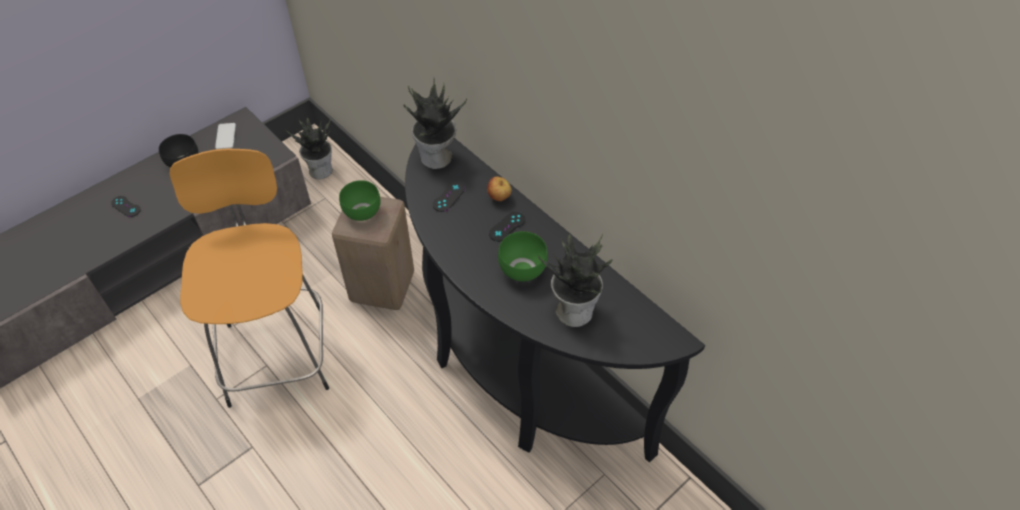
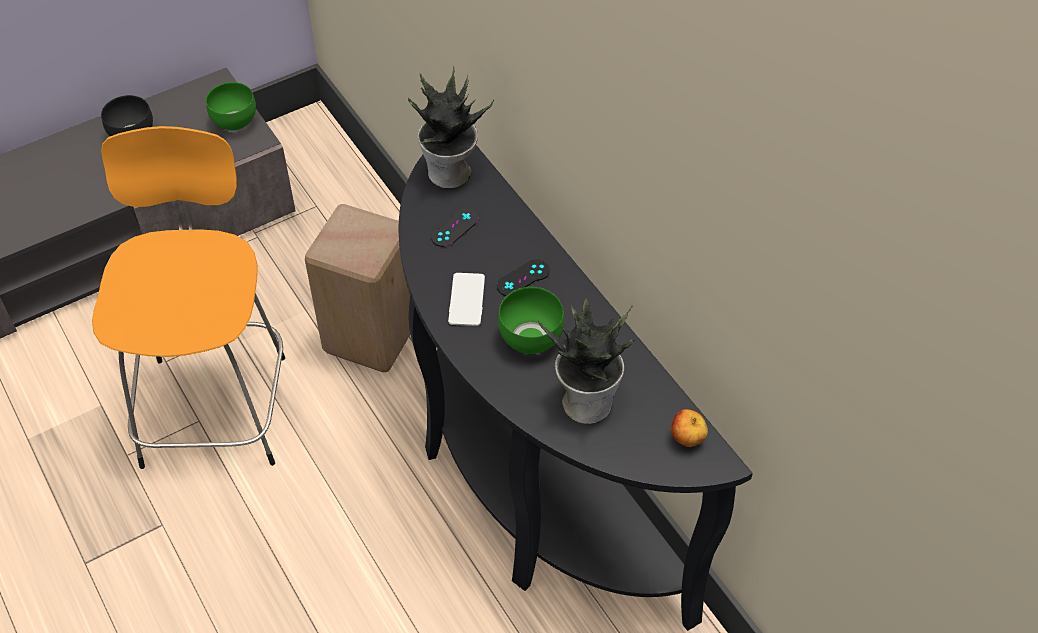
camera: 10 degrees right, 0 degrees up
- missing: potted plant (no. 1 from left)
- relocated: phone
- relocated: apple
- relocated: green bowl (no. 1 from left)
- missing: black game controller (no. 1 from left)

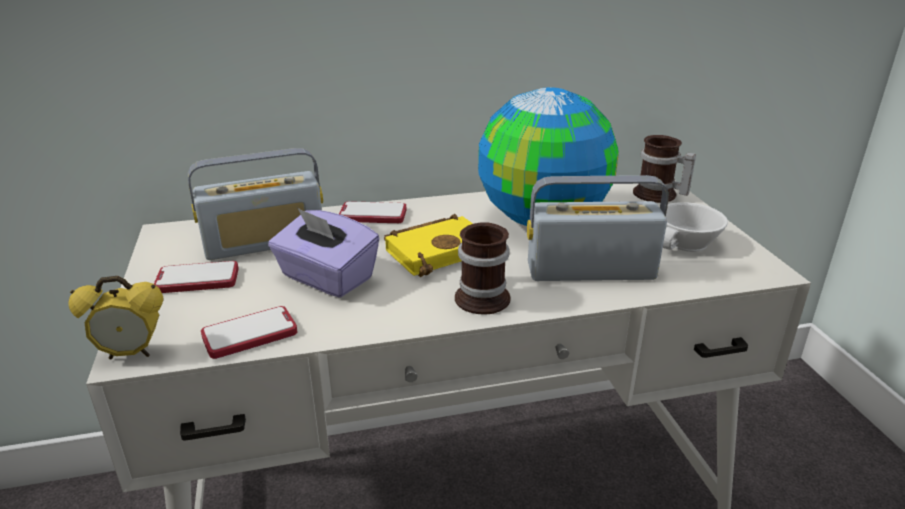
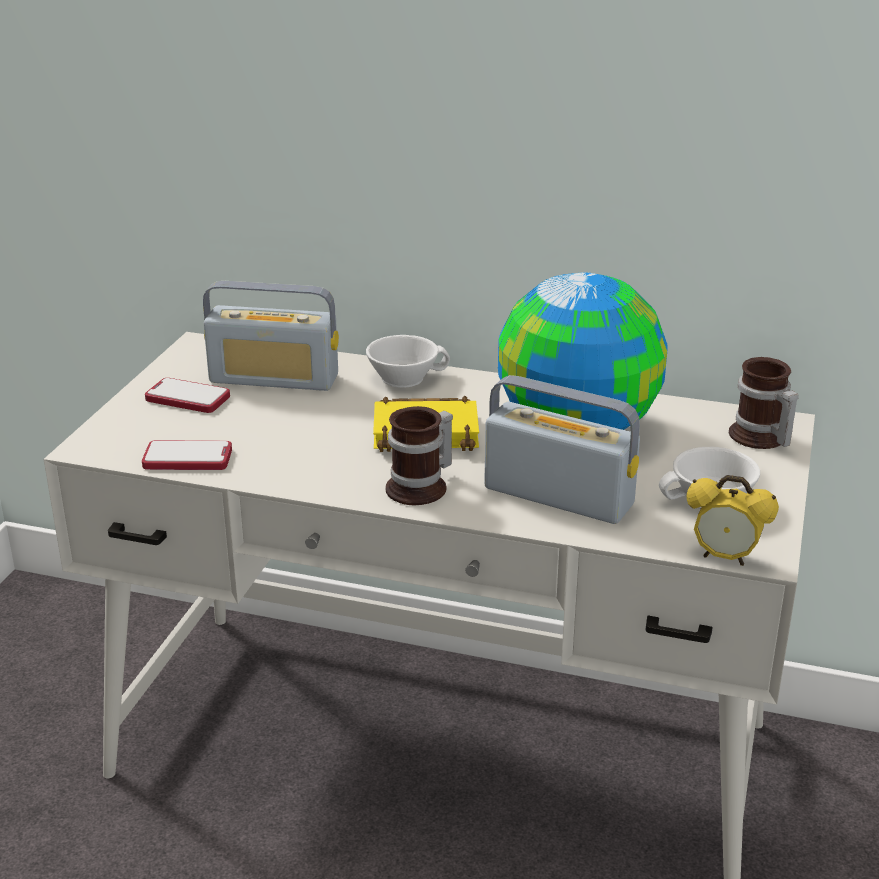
camera: 30 degrees right, 0 degrees up
- exchanged: phone (no. 3 from left) to white cup (no. 1 from left)
- missing: purple tissue box
- relocated: alarm clock

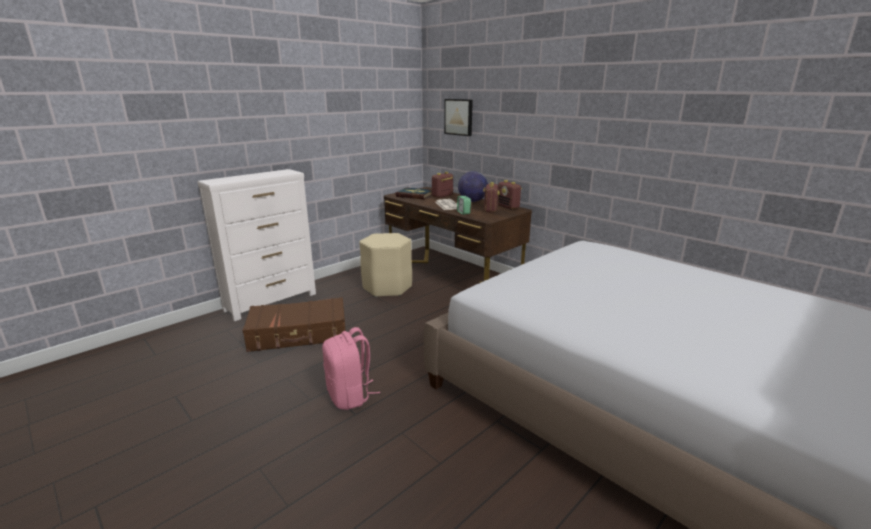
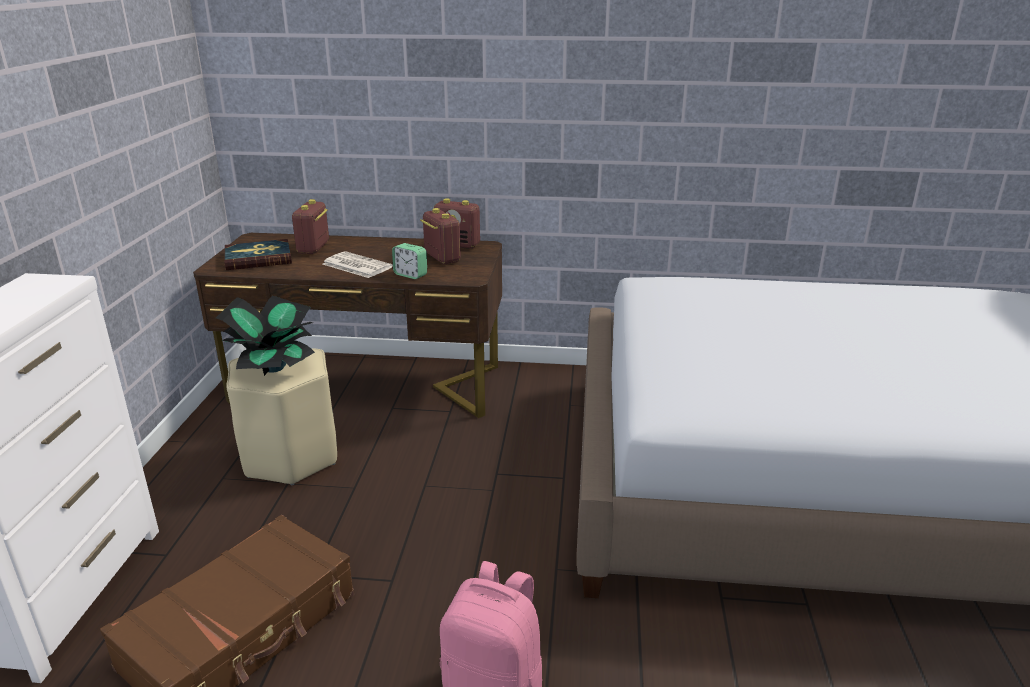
camera: 40 degrees left, 5 degrees up
- missing: picture
- missing: globe
- appeared: potted plant

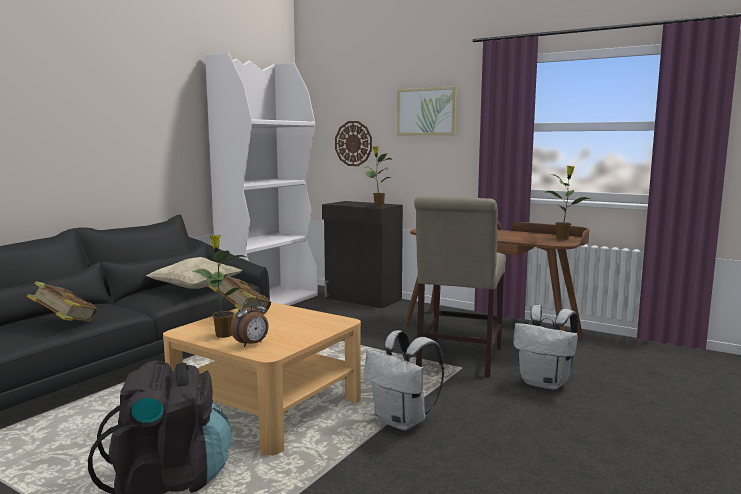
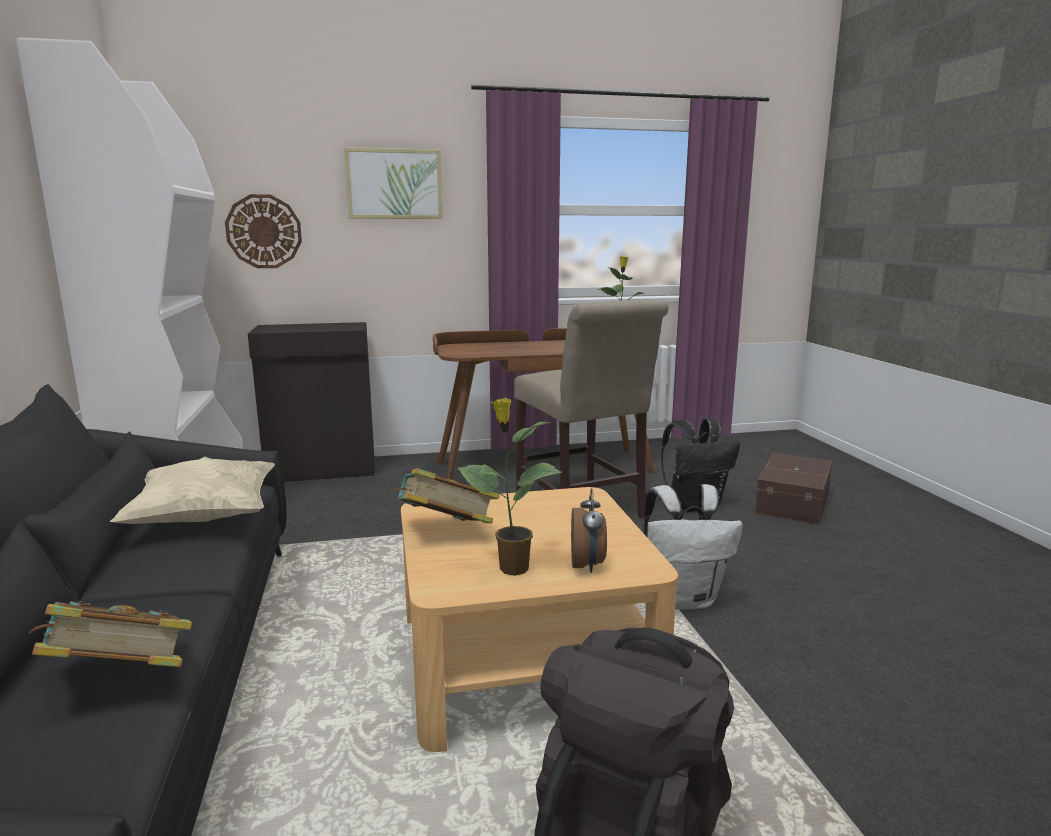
camera: 45 degrees left, 5 degrees up
- missing: potted plant (no. 2 from left)
- colour: white backpack (no. 2 from left) to black backpack (no. 2 from left)
- appeared: brown storage box

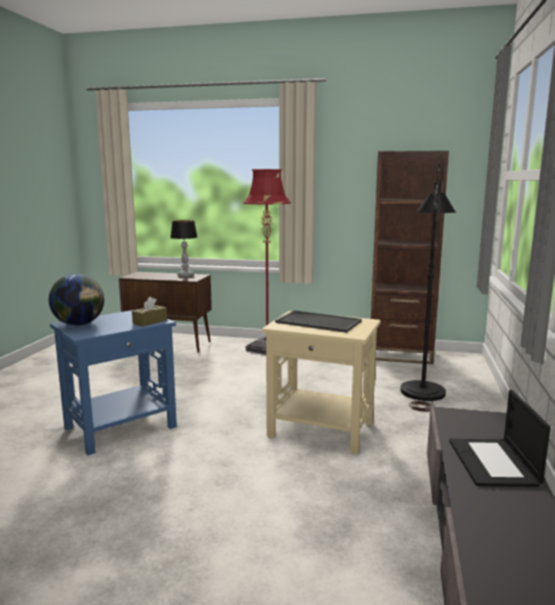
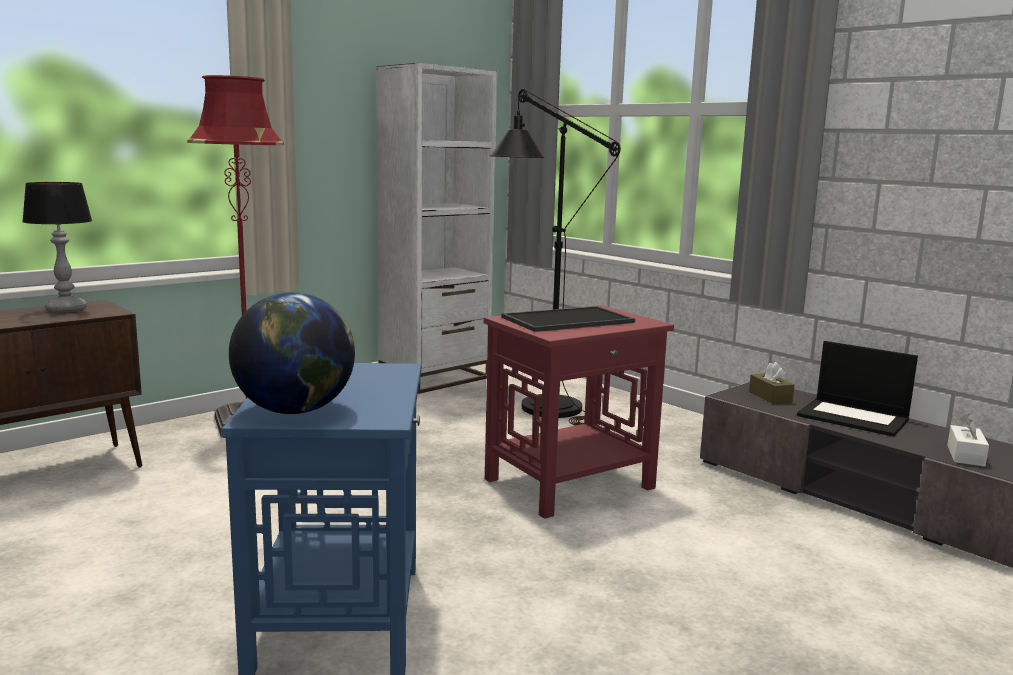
camera: 55 degrees left, 0 degrees up
- colour: brown bookcase to white bookcase
- relocated: brown tissue box
- colour: beige side table to red side table
- appeared: white tissue box

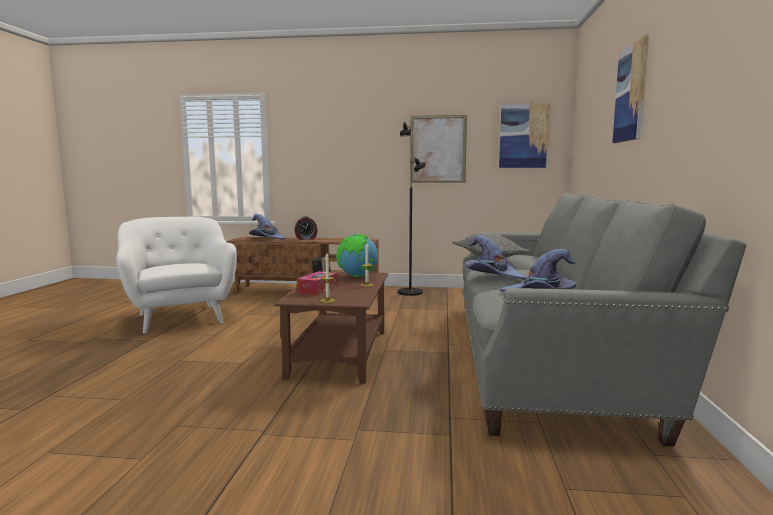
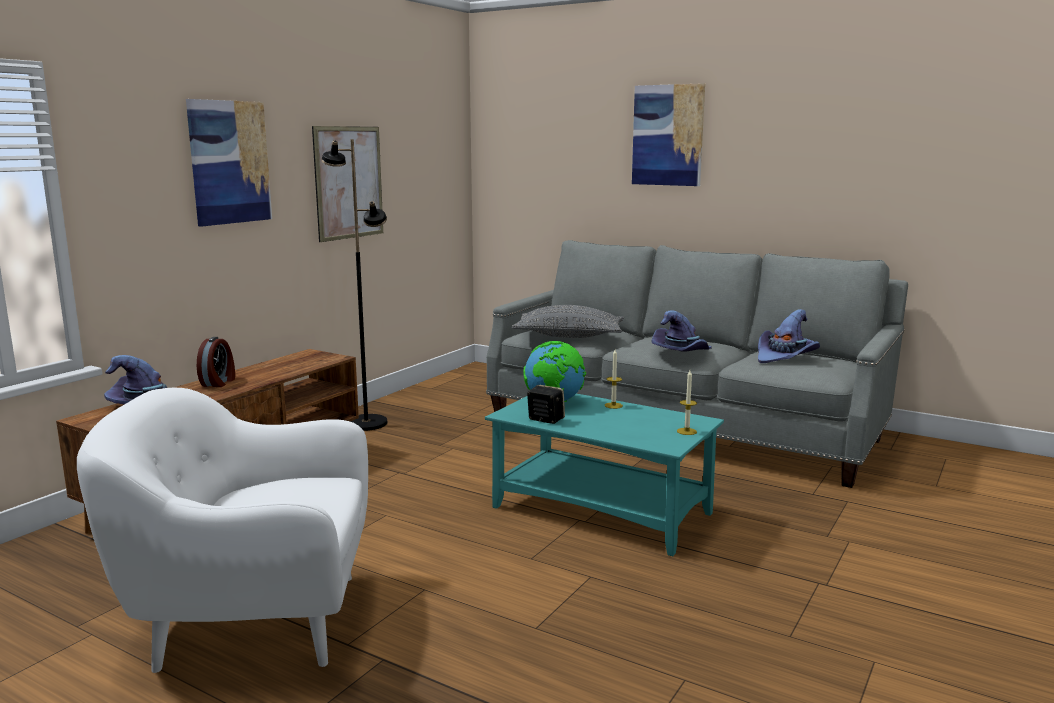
camera: 65 degrees left, 5 degrees up
- relocated: picture (no. 2 from left in the first image) to picture (no. 1 from left)
- missing: tissue box
- colour: brown coffee table to turquoise coffee table

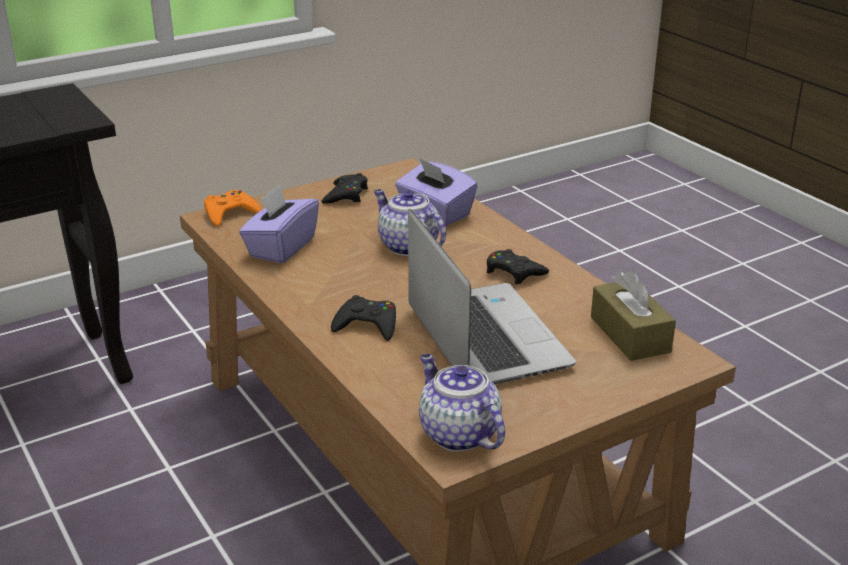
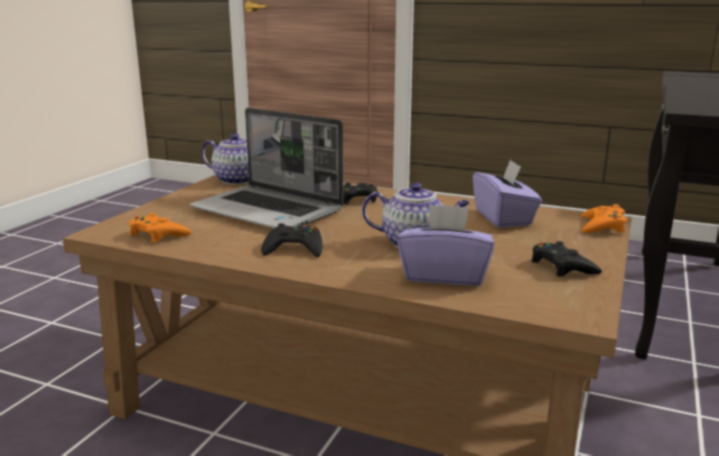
camera: 145 degrees right, 10 degrees down
- exchanged: brown tissue box to orange game controller (no. 1 from left)

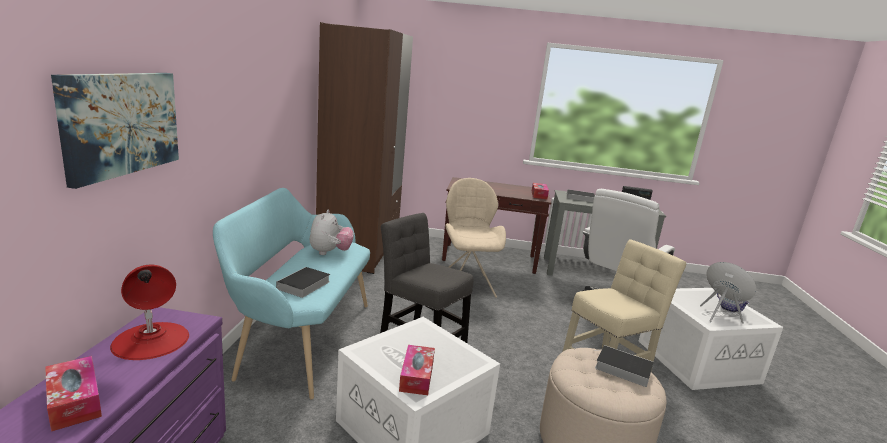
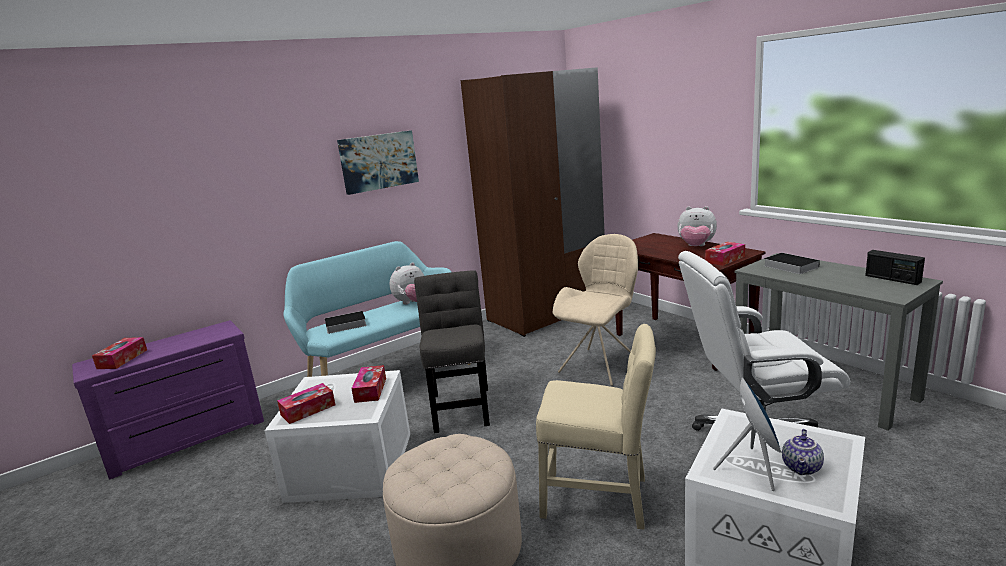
camera: 50 degrees right, 0 degrees up
- relocated: picture
- missing: red table lamp
- missing: book (no. 3 from left)
- appeared: plush toy (no. 2 from left)
- appeared: tissue box (no. 3 from left)

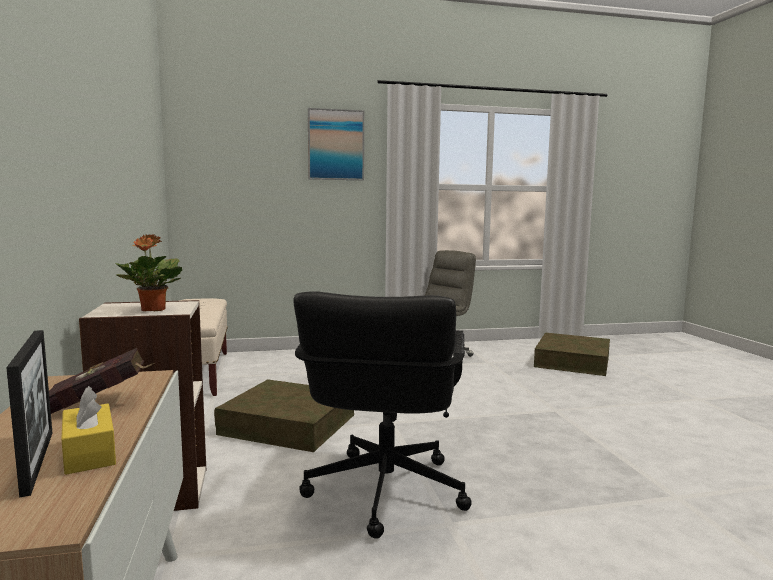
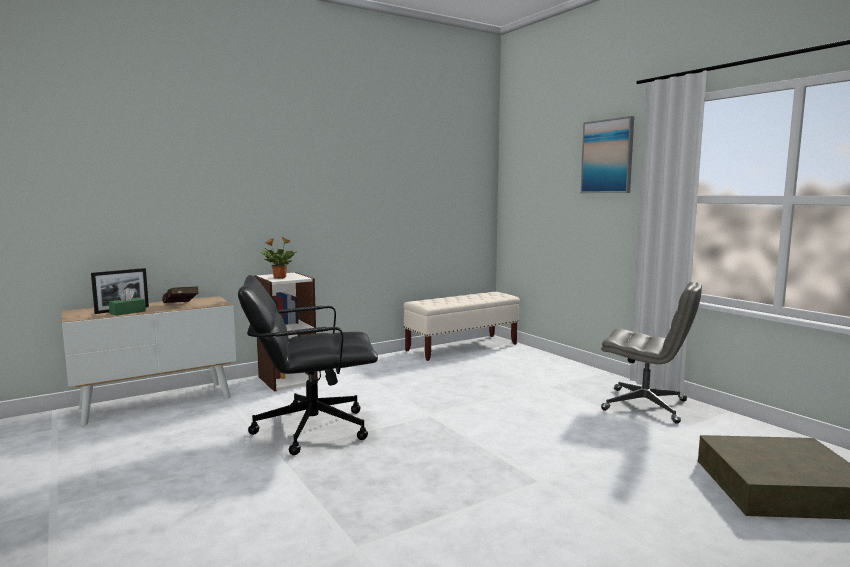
camera: 70 degrees right, 0 degrees up
- missing: brown storage box (no. 1 from left)
- colour: yellow tissue box to green tissue box

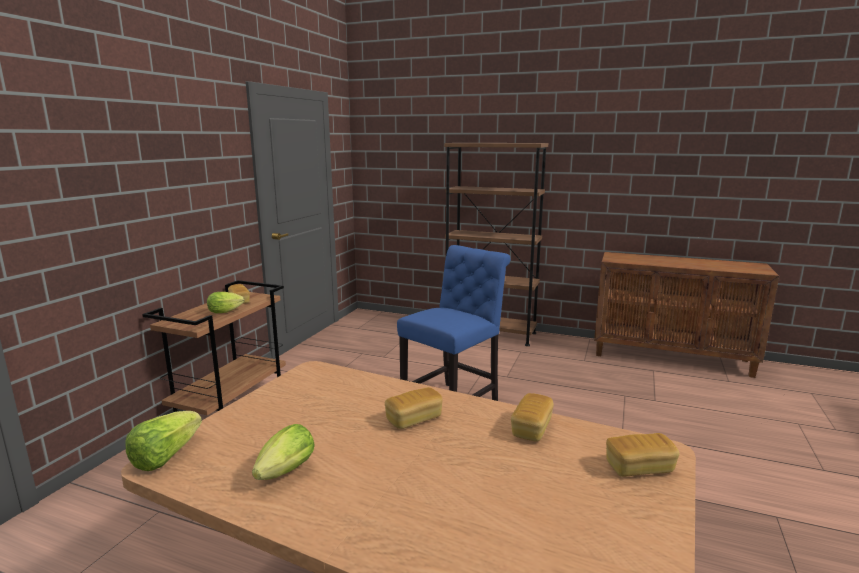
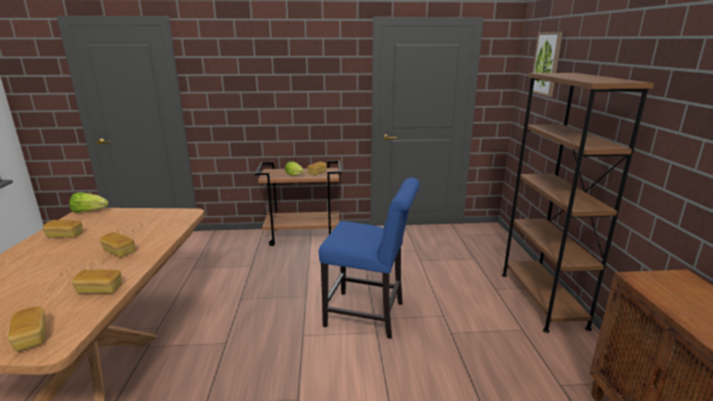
camera: 65 degrees right, 5 degrees up
- exchanged: lettuce (no. 3 from left) to bread (no. 2 from left)
- appeared: picture

